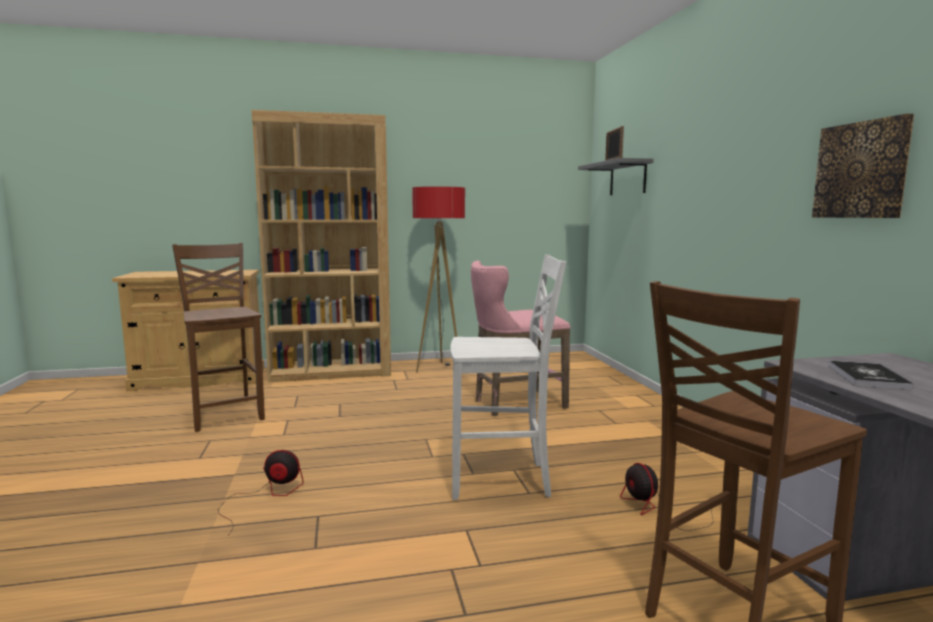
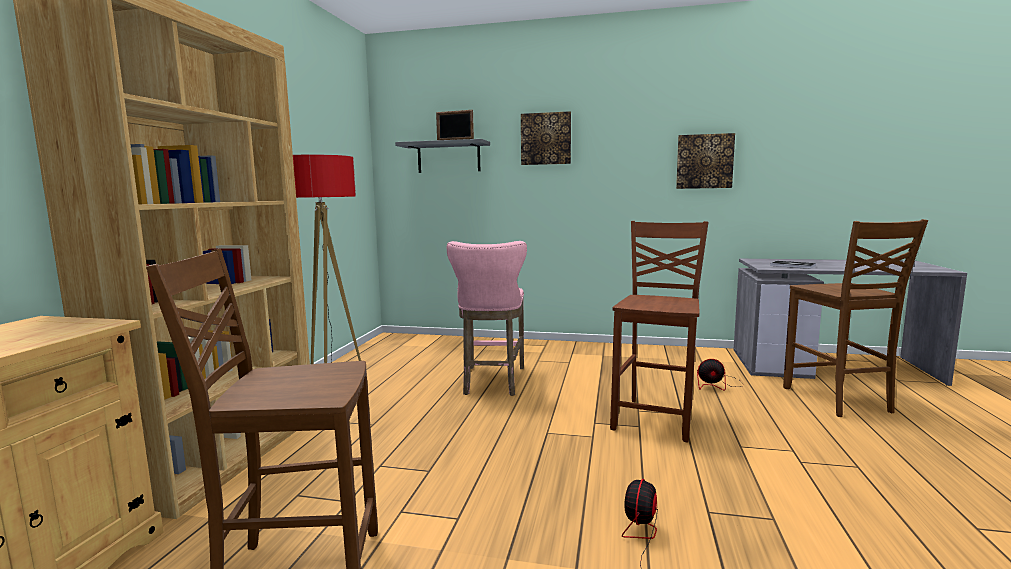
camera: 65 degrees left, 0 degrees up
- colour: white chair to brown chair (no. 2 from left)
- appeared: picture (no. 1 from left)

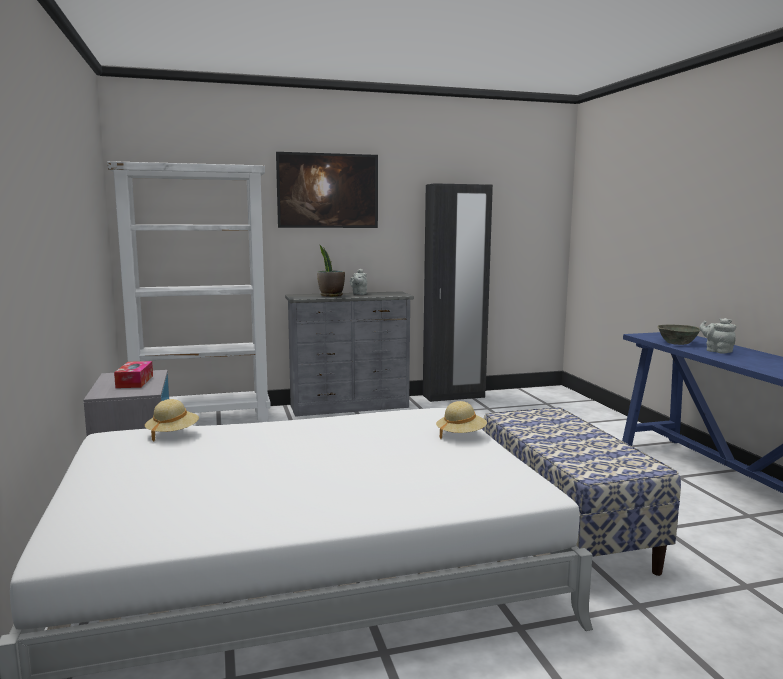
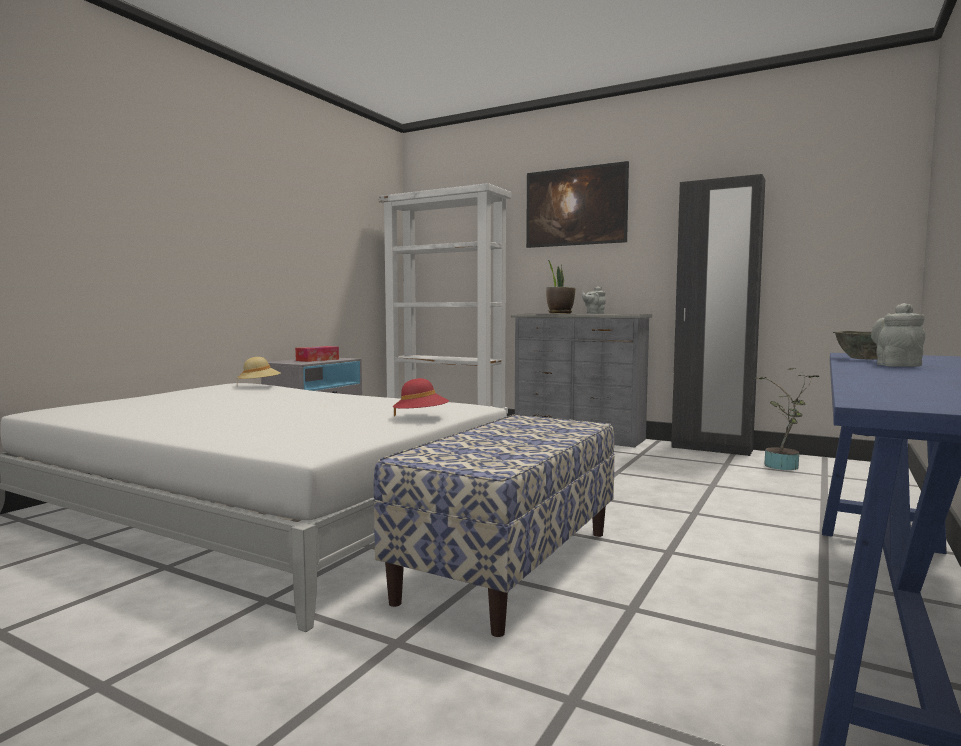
camera: 45 degrees right, 5 degrees down
- colour: beige hat (no. 2 from left) to red hat
- appeared: potted plant (no. 2 from left)

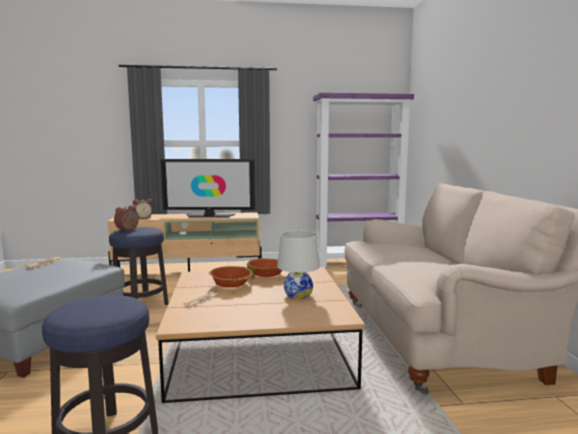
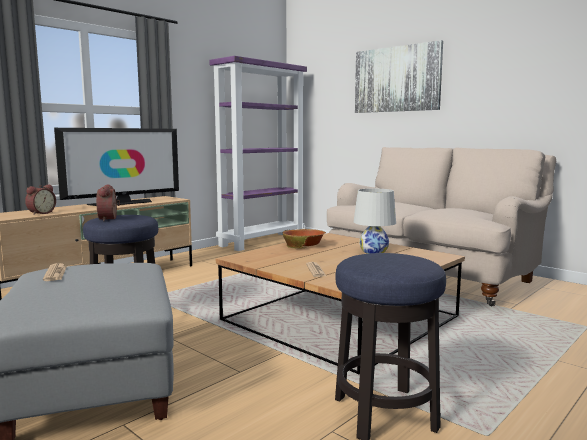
camera: 40 degrees left, 0 degrees up
- missing: bowl (no. 1 from left)
- appeared: picture

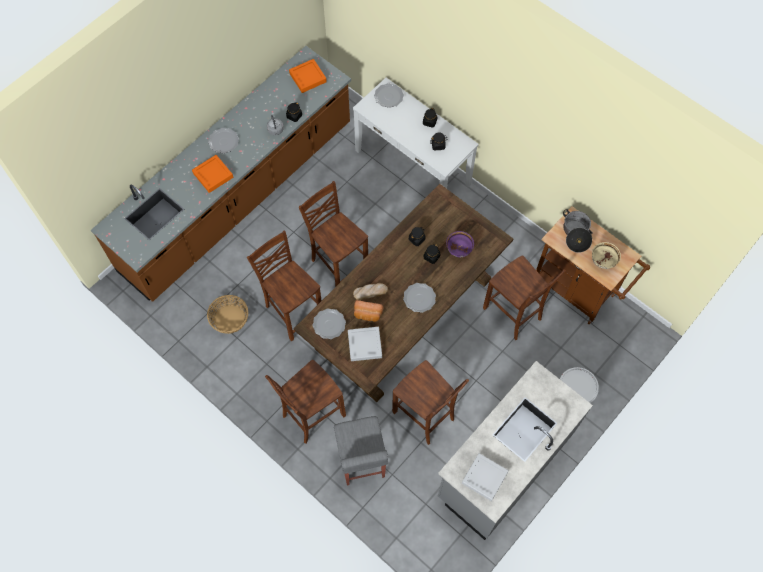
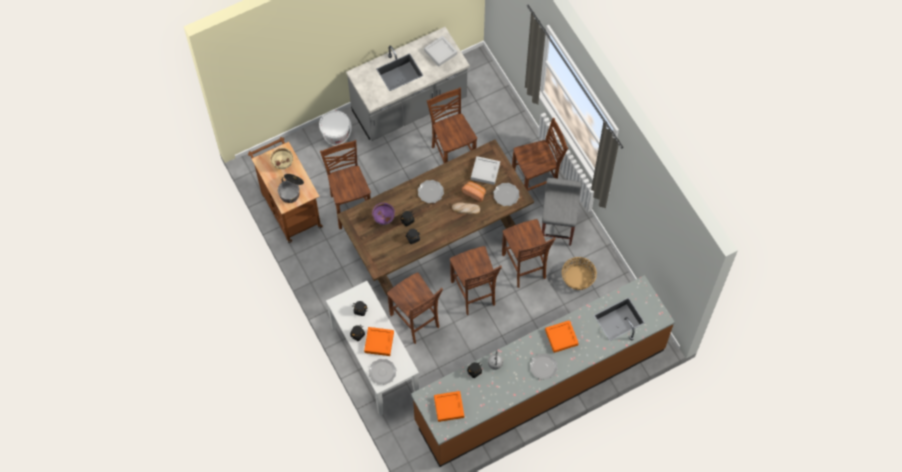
camera: 160 degrees left, 0 degrees up
- relocated: grey stool
- appeared: brown chair (no. 2 from left)
- appeared: orange tray (no. 1 from left)

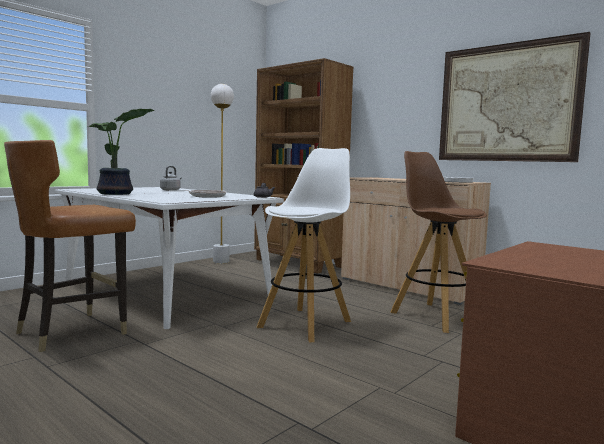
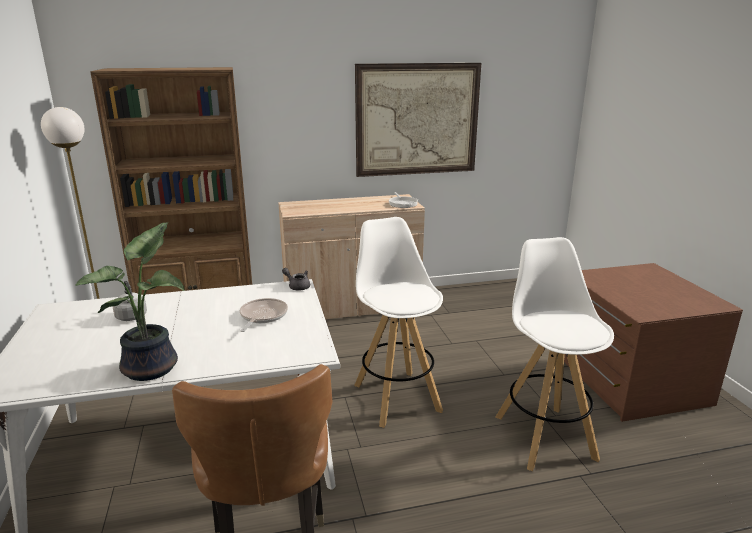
camera: 55 degrees left, 15 degrees up
- missing: brown stool
- appeared: white stool (no. 2 from left)

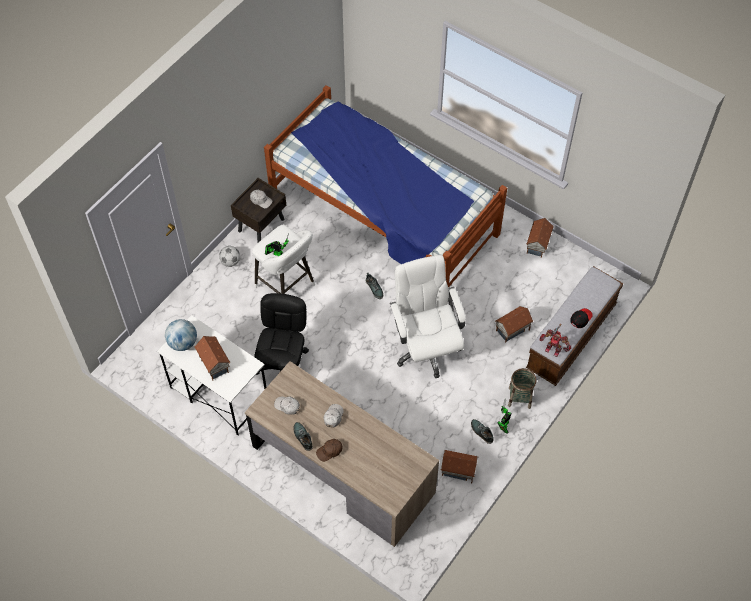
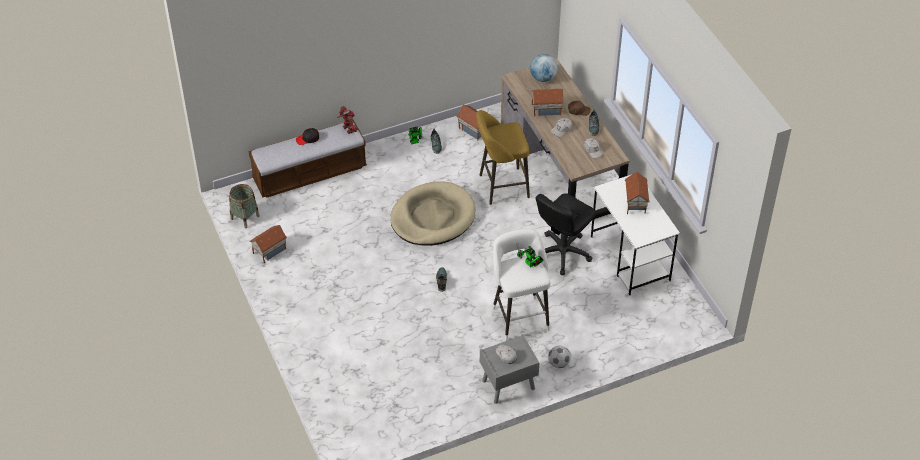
camera: 150 degrees left, 10 degrees down
- missing: bed
- colour: brown nightstand to grey nightstand
- exchanged: white office chair to beige dog bed
- relocated: toy house (no. 3 from left)
- relocated: globe
- relocated: basket
- appeared: yellow stool

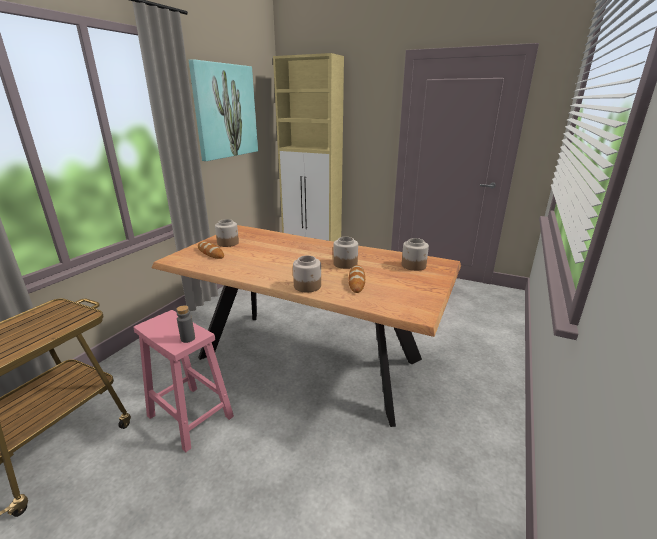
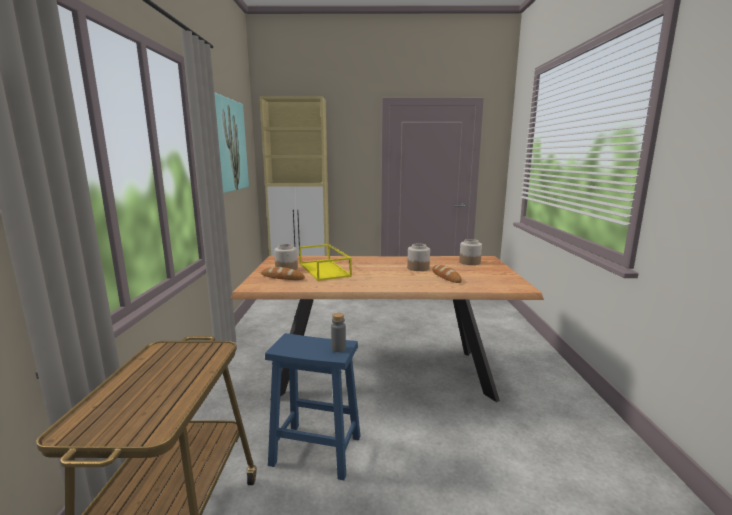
camera: 25 degrees left, 10 degrees down
- missing: jar (no. 2 from left)
- colour: pink stool to blue stool
- appeared: yellow tray

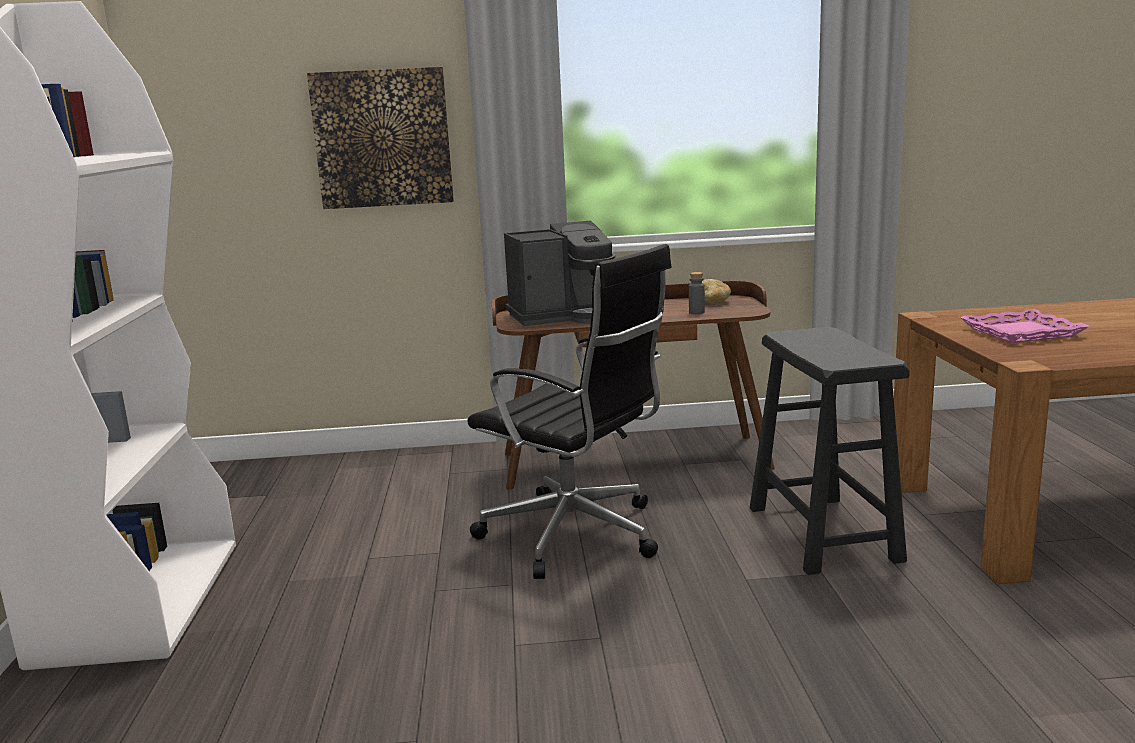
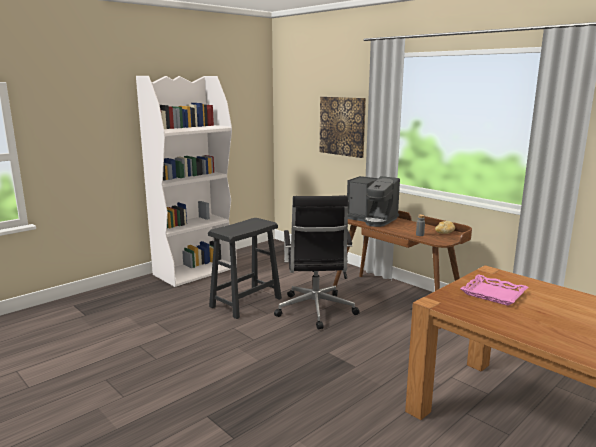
camera: 50 degrees right, 0 degrees up
- relocated: black stool

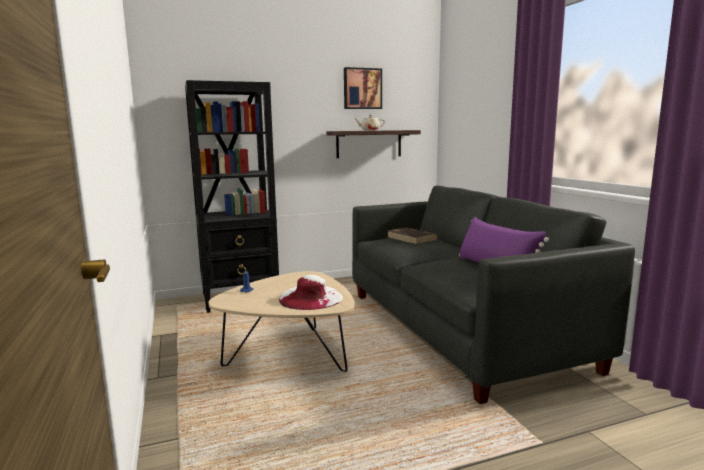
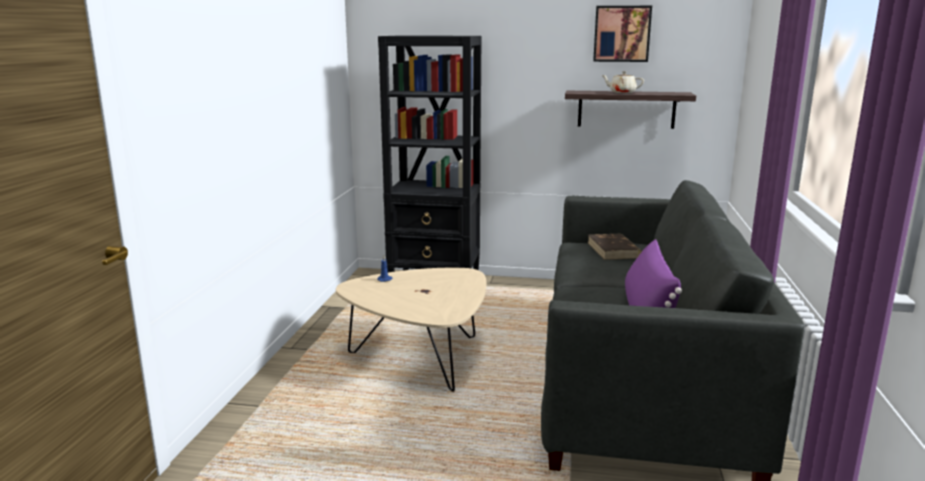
camera: 30 degrees right, 5 degrees up
- missing: white hat

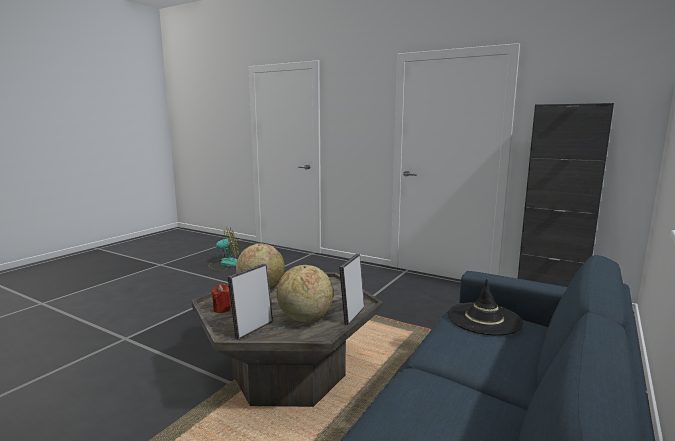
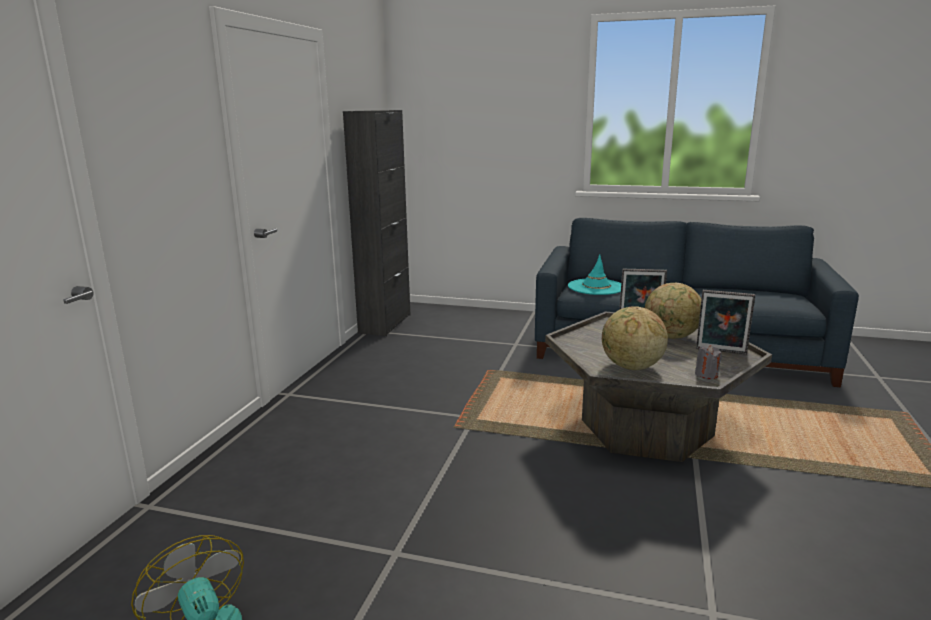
camera: 105 degrees left, 5 degrees up
- colour: black hat to turquoise hat
- colour: red candle to grey candle

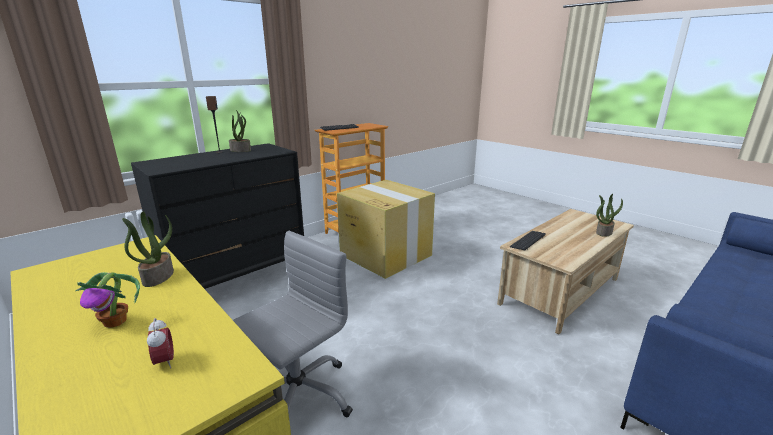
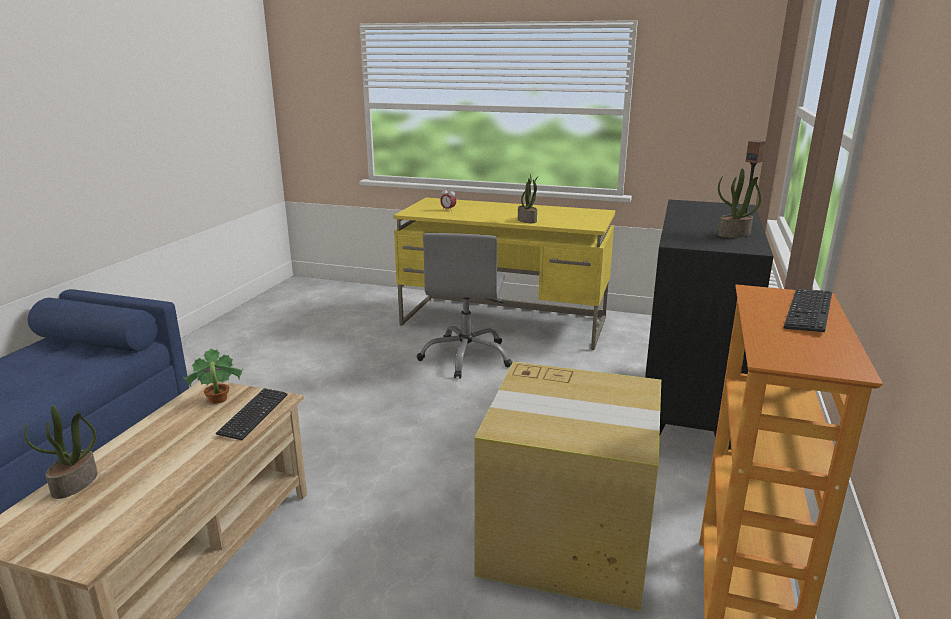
camera: 150 degrees right, 0 degrees up
- relocated: potted plant (no. 1 from left in the first image) to potted plant (no. 2 from left)

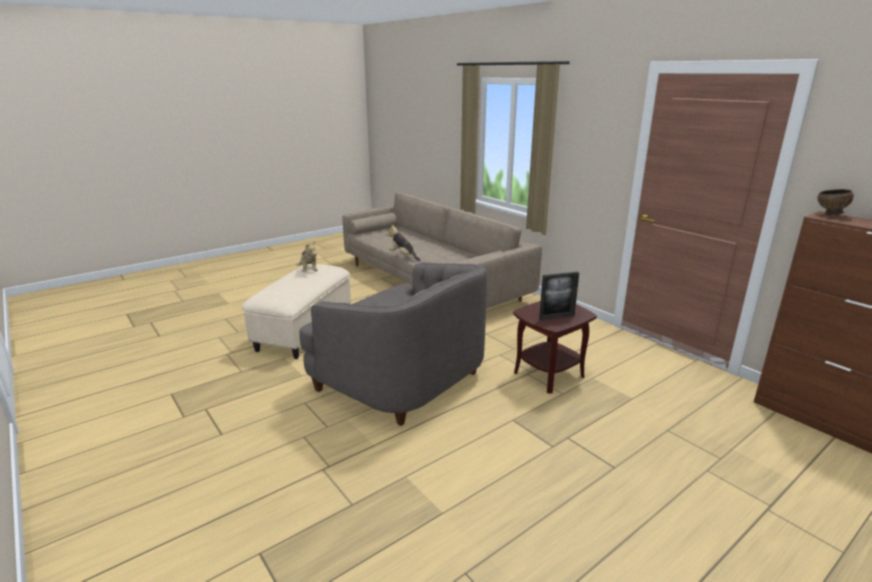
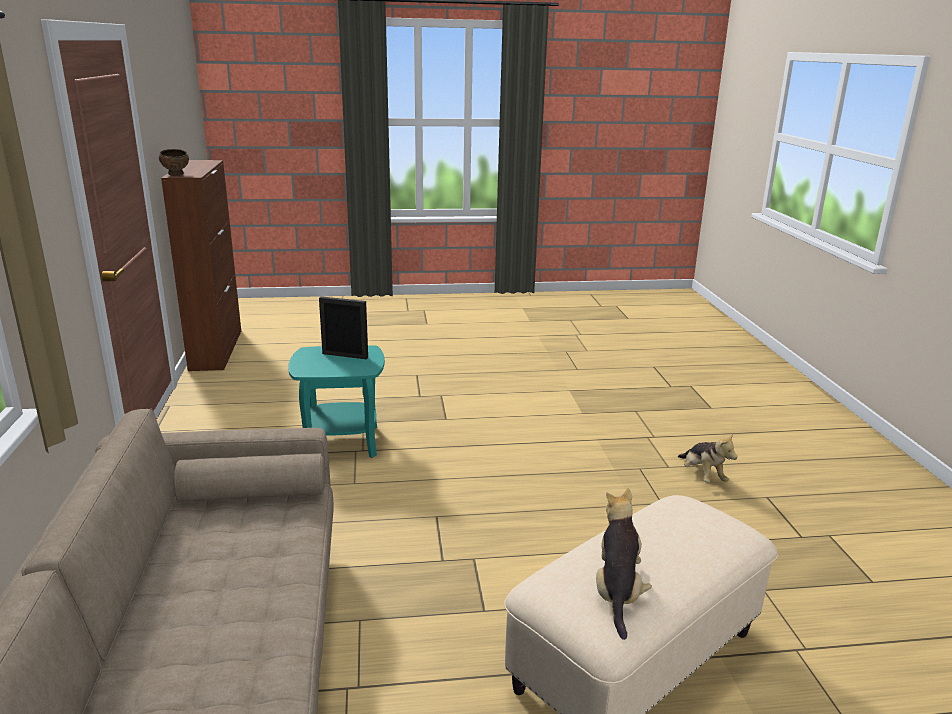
camera: 150 degrees left, 0 degrees up
- relocated: plush toy (no. 2 from left)
- missing: grey armchair
- colour: brown side table to turquoise side table

